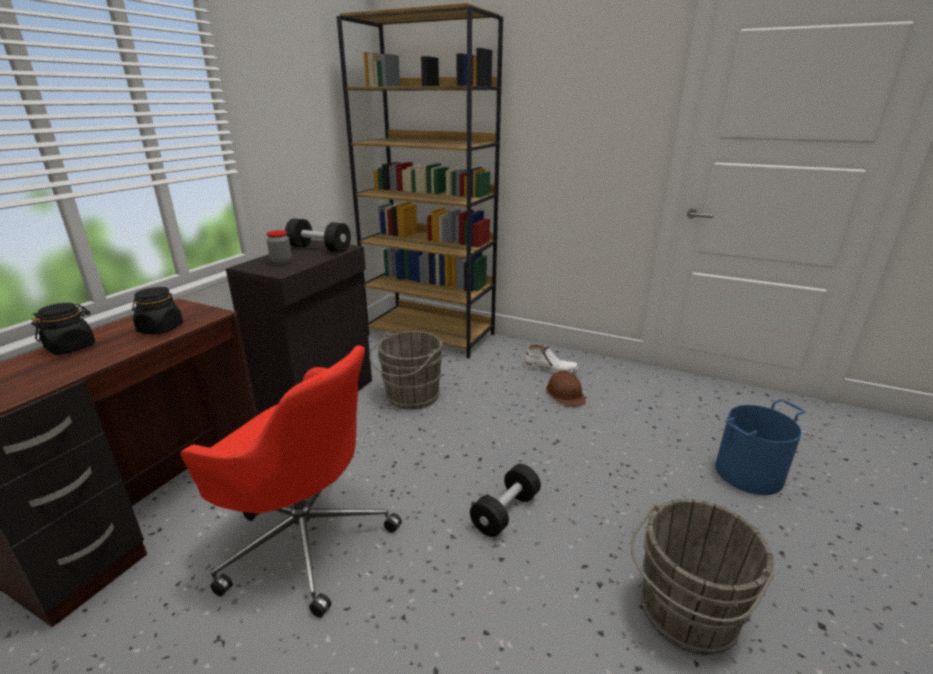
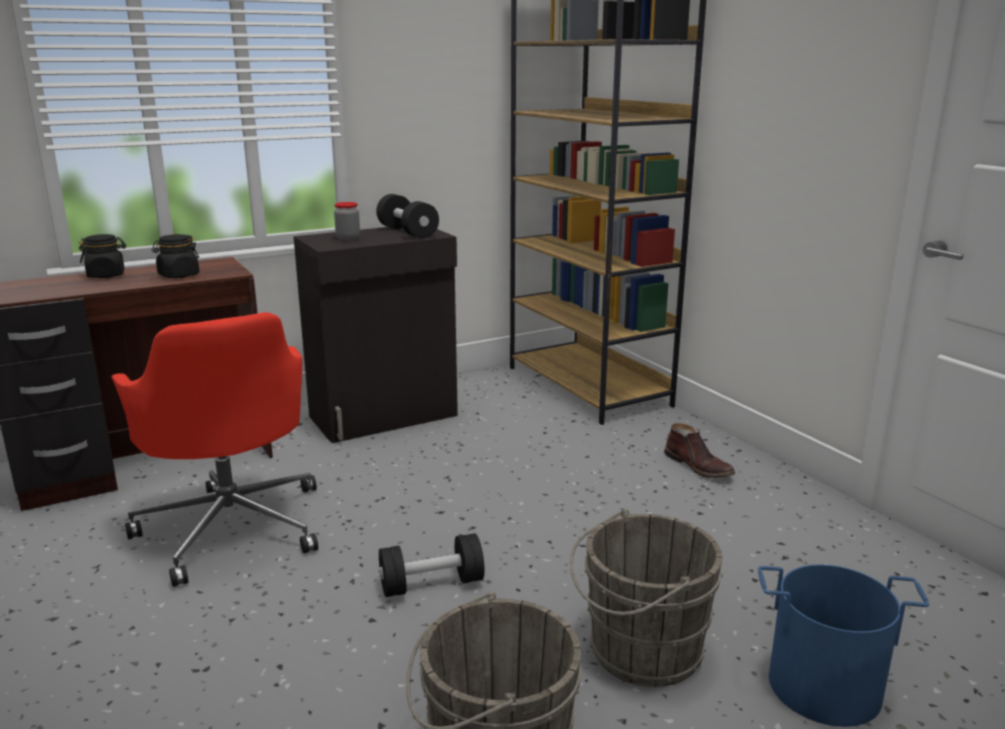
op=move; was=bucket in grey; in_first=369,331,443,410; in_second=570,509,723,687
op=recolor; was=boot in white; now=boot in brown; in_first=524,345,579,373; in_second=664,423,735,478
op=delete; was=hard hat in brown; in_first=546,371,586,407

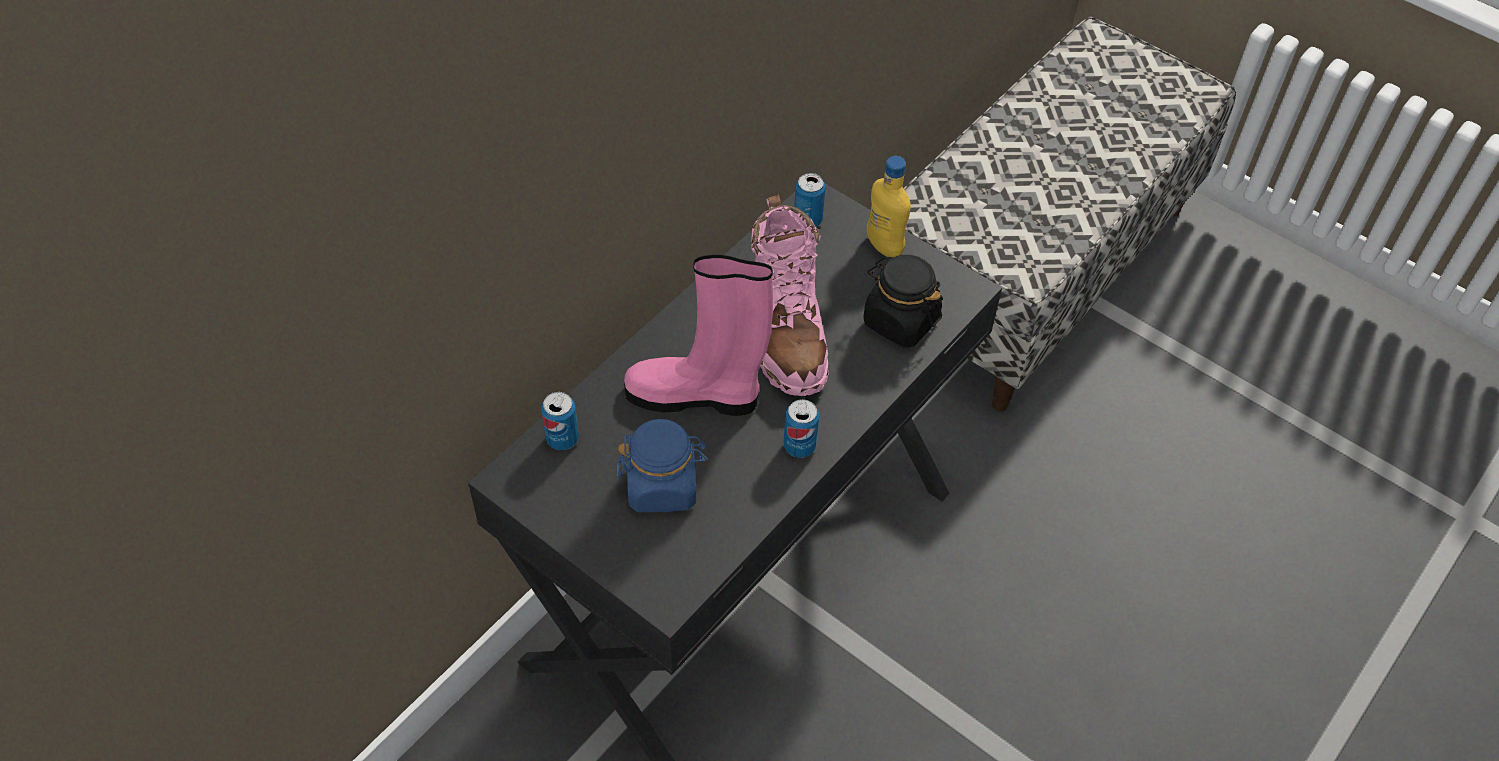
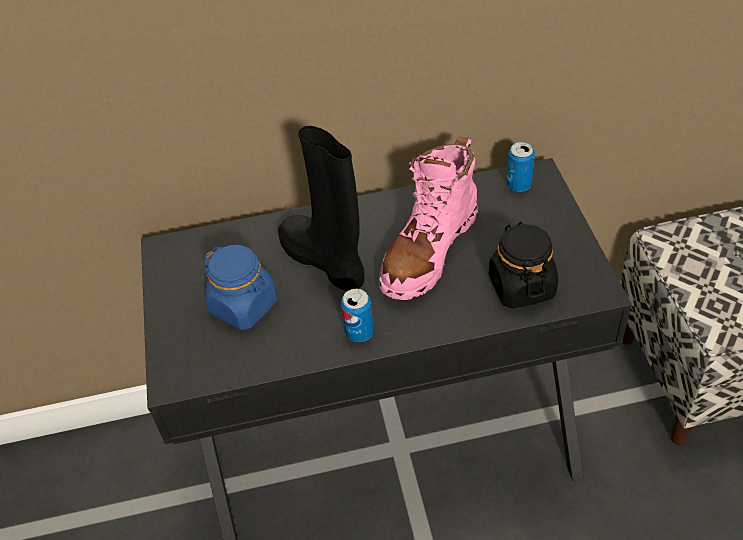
op=delete; was=bottle in yellow; in_first=867,156,911,257
op=recolor; was=boot in pink; now=boot in black; in_first=624,254,773,416; in_second=278,126,364,291
op=delete; was=can; in_first=541,392,579,450

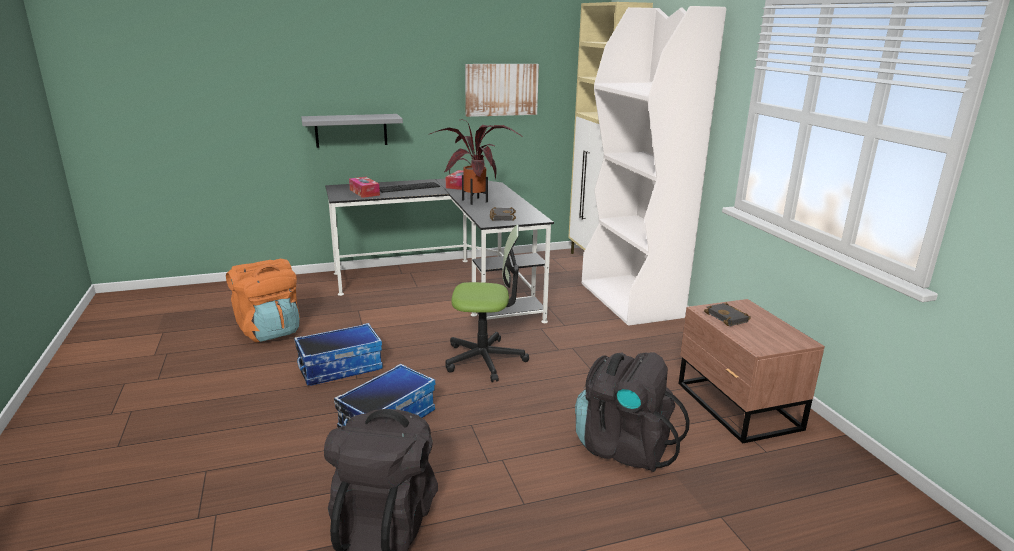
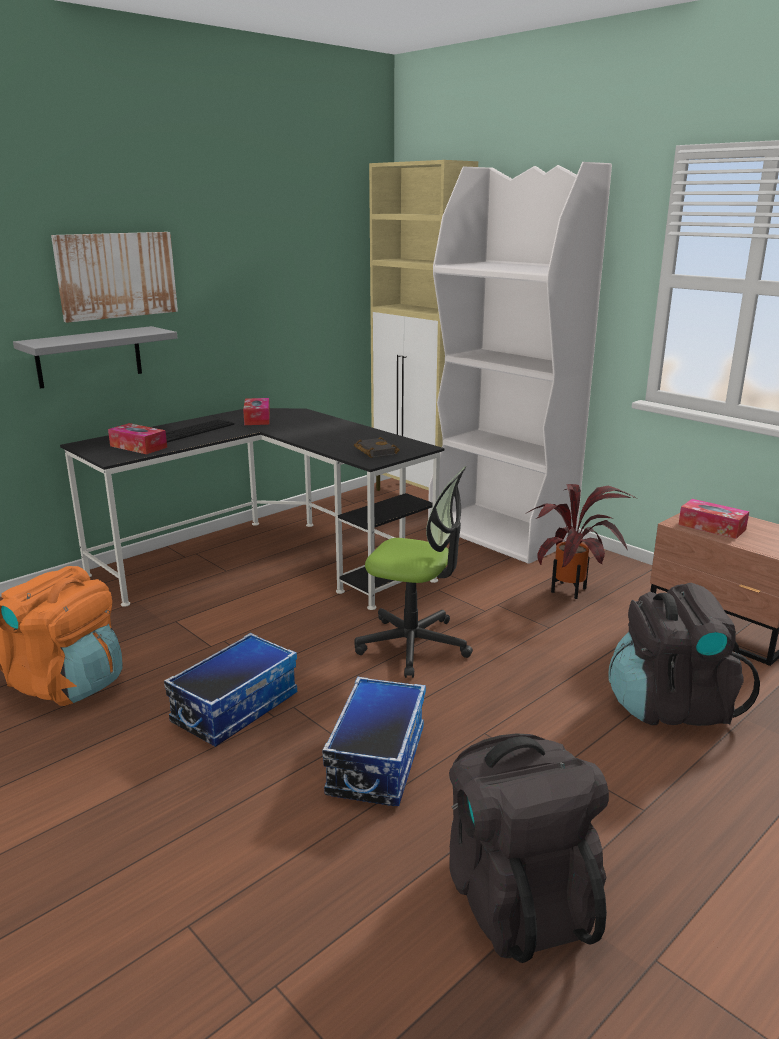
op=move; was=picture; in_first=465,64,539,117; in_second=51,232,178,323
op=move; was=potted plant; in_first=428,120,521,205; in_second=525,484,636,599
op=rotate; was=office chair; in_first=445,225,529,382; in_second=354,466,473,678; clockwise=45
op=replace; was=book in black; now=tissue box; in_first=704,303,751,326; in_second=678,499,749,539

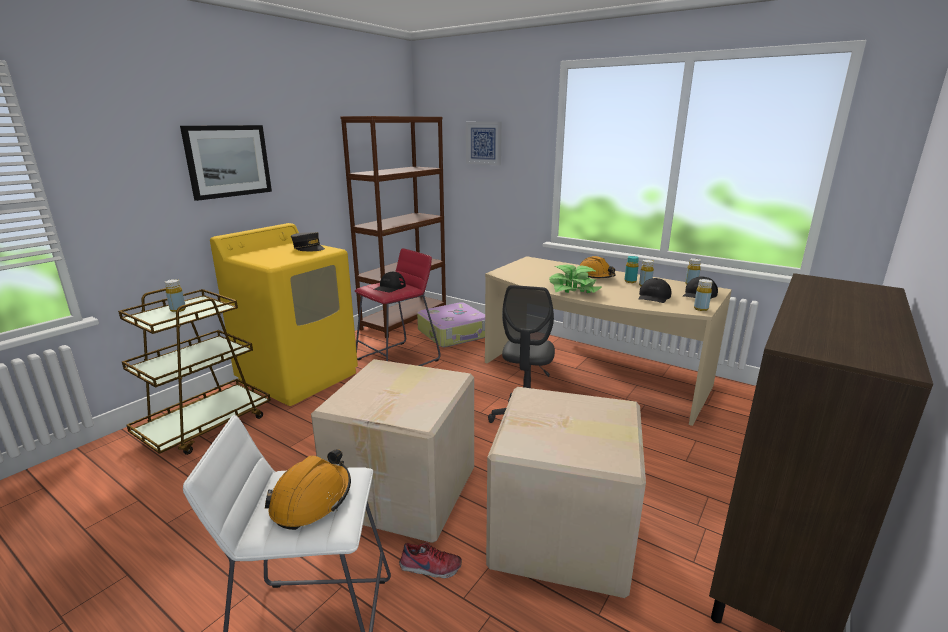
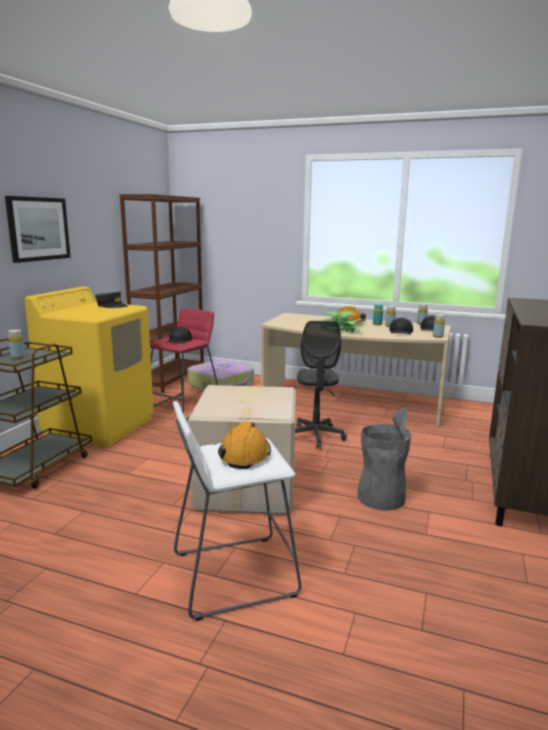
op=delete; was=picture; in_first=466,122,502,165
op=replace; was=cardboard box; now=trash can in grey; in_first=486,387,646,598; in_second=357,407,411,511
op=delete; was=shoe; in_first=399,542,462,578

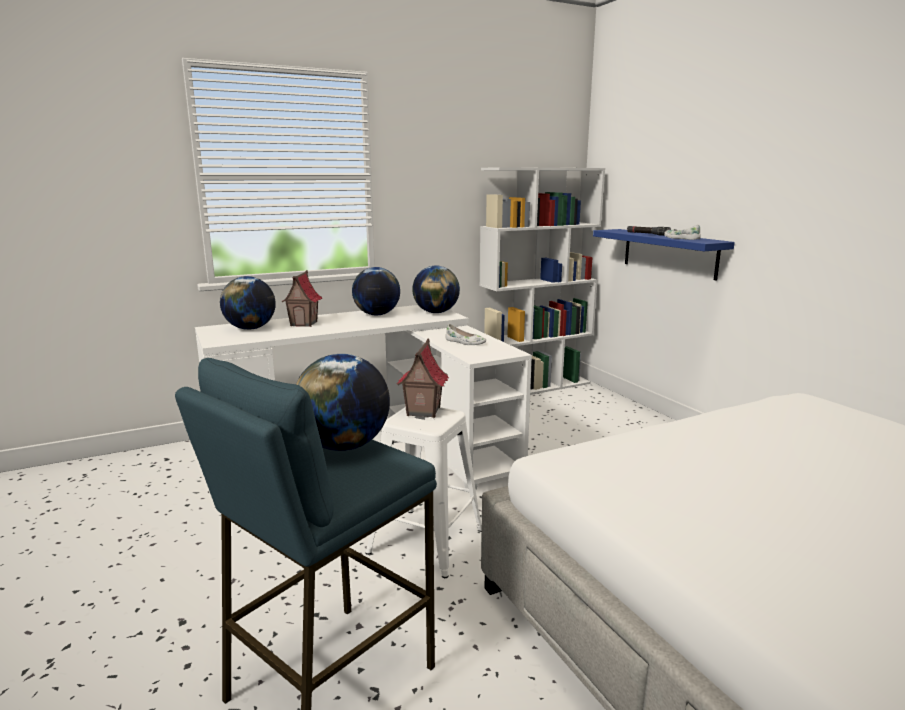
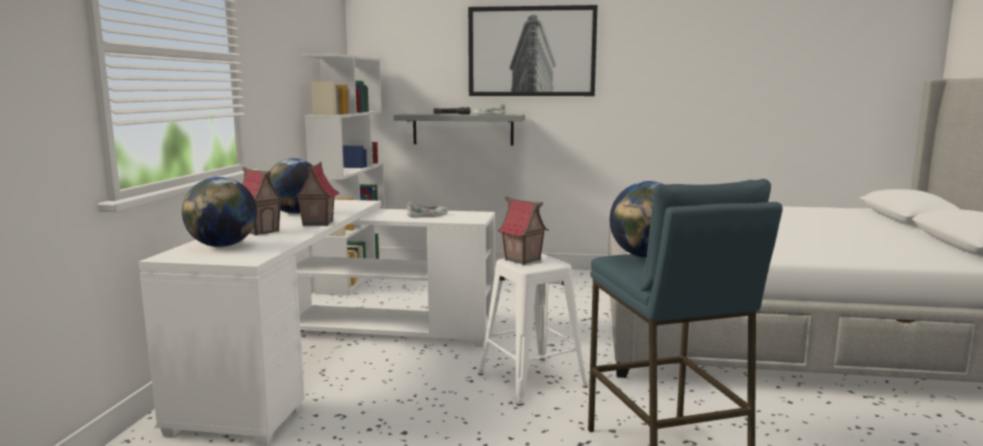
op=recolor; was=shelf in blue; now=shelf in grey; in_first=593,229,735,281; in_second=394,114,525,145
op=delete; was=globe; in_first=412,266,460,313
op=insert; now=picture; in_second=468,5,598,96
op=insert; now=toy house; in_second=294,162,339,226

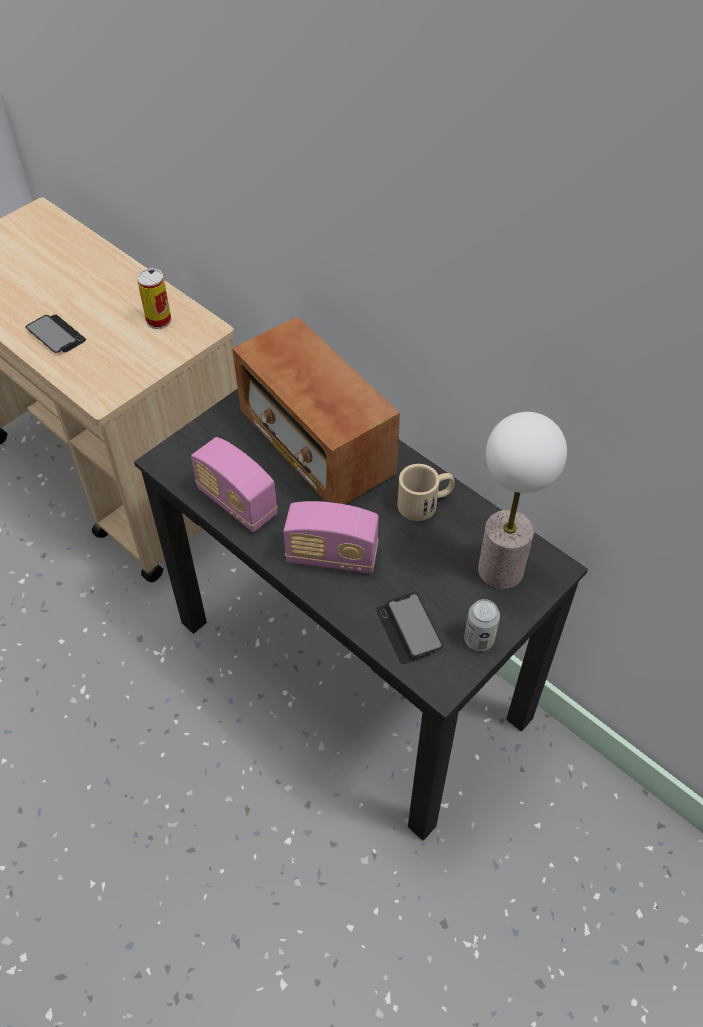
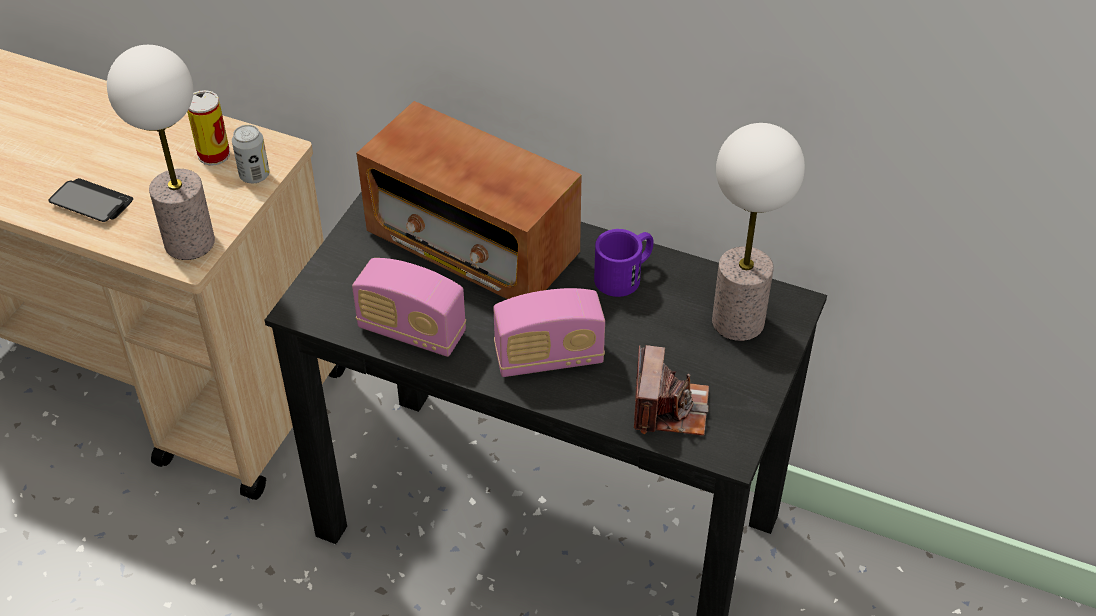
op=recolor; was=mug in beige; now=mug in purple; in_first=398,464,455,521; in_second=594,229,654,297
op=replace; was=phone; now=photo camera; in_first=376,593,443,664; in_second=634,345,709,436
op=move; was=can; in_first=464,599,500,651; in_second=232,125,269,183
op=insert; now=table lamp; in_second=107,45,215,260

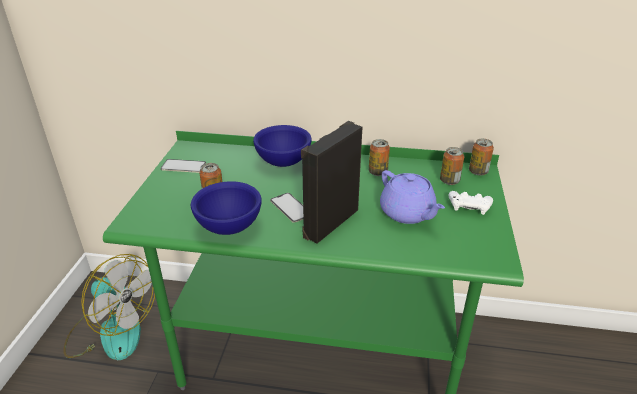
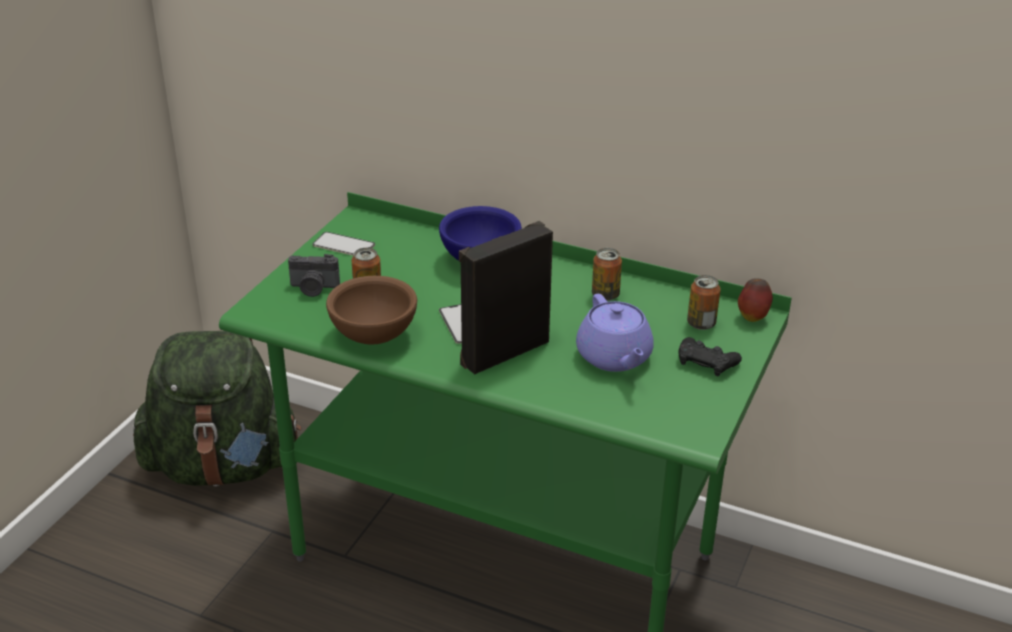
op=replace; was=can; now=apple; in_first=469,139,494,176; in_second=738,278,773,322
op=recolor; was=bowl in blue; now=bowl in brown; in_first=191,181,262,235; in_second=326,276,417,344
op=recolor; was=game controller in white; now=game controller in black; in_first=449,191,493,215; in_second=678,337,742,377
op=replace; was=fan; now=backpack in green; in_first=63,254,155,360; in_second=133,331,301,487
op=insert; now=photo camera; in_second=288,254,340,297

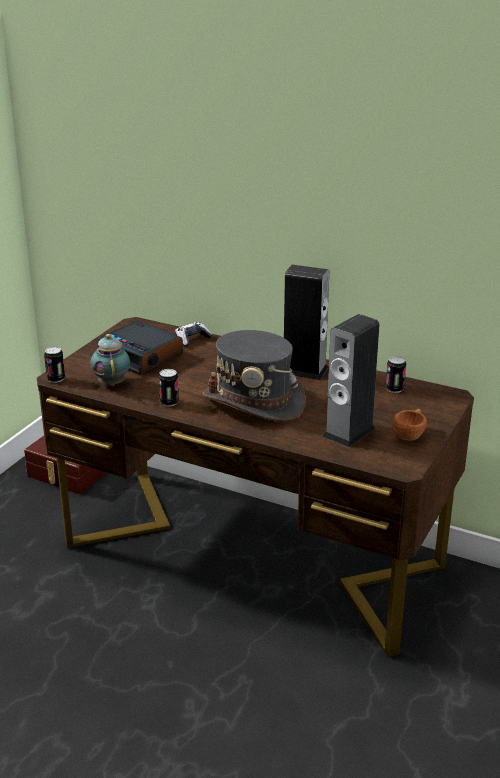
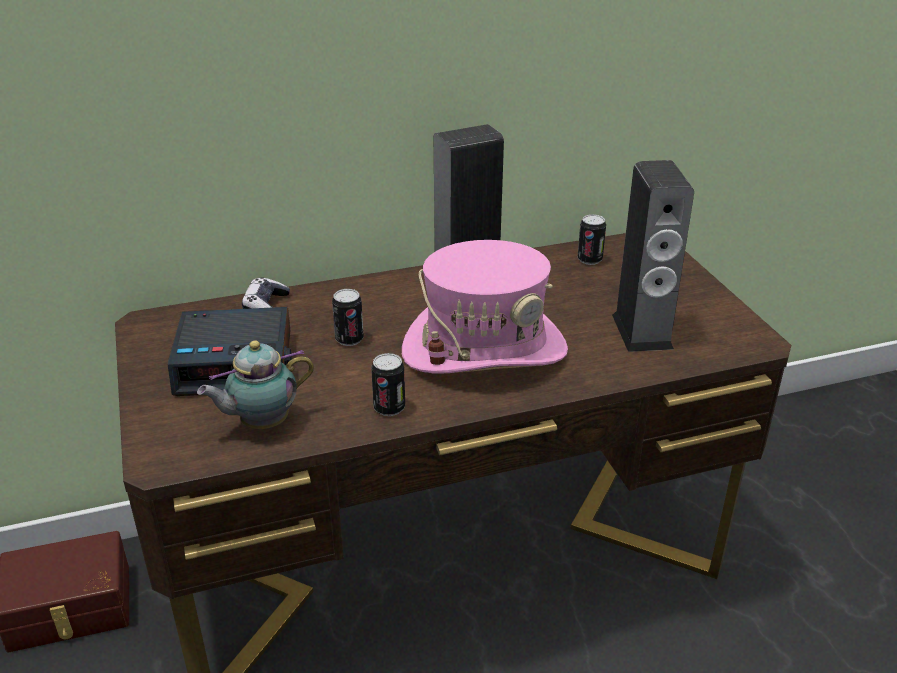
op=recolor; was=hat in grey; now=hat in pink; in_first=203,330,306,422; in_second=402,240,568,374
op=rotate; was=teapot; in_first=90,334,130,386; in_second=197,341,314,429; clockwise=-60
op=move; was=can; in_first=44,346,65,383; in_second=332,289,364,346
op=delete; was=cup in brown; in_first=392,409,427,441

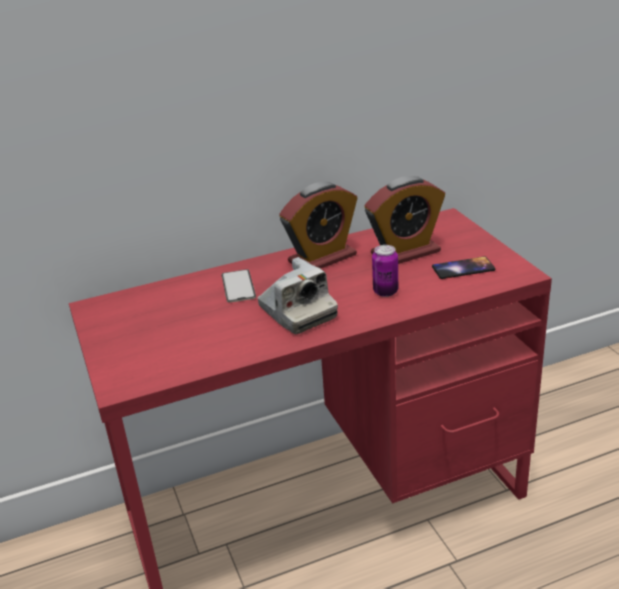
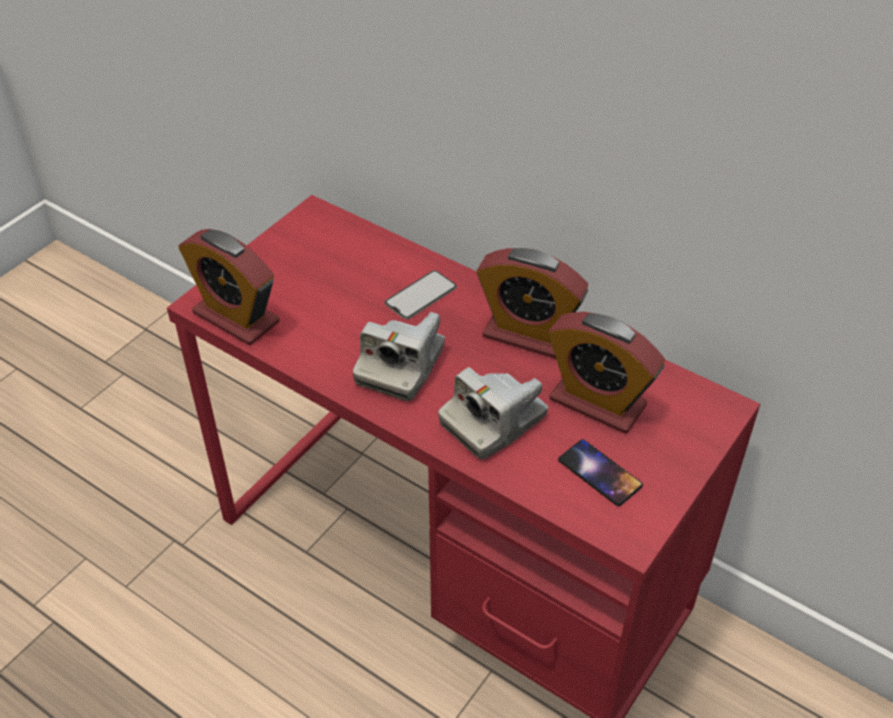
op=replace; was=can; now=photo camera; in_first=372,245,398,297; in_second=438,367,548,459
op=insert; now=alarm clock; in_second=178,229,280,345

